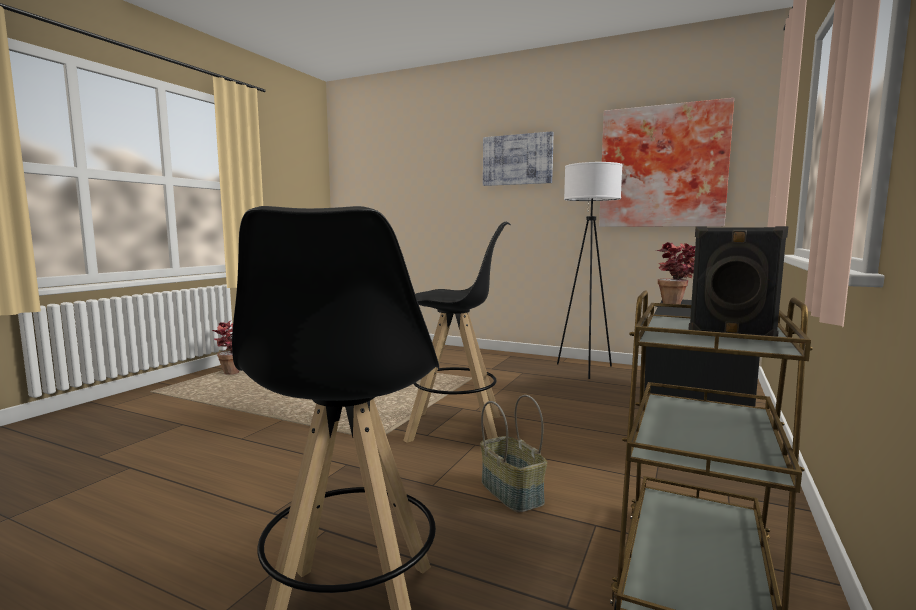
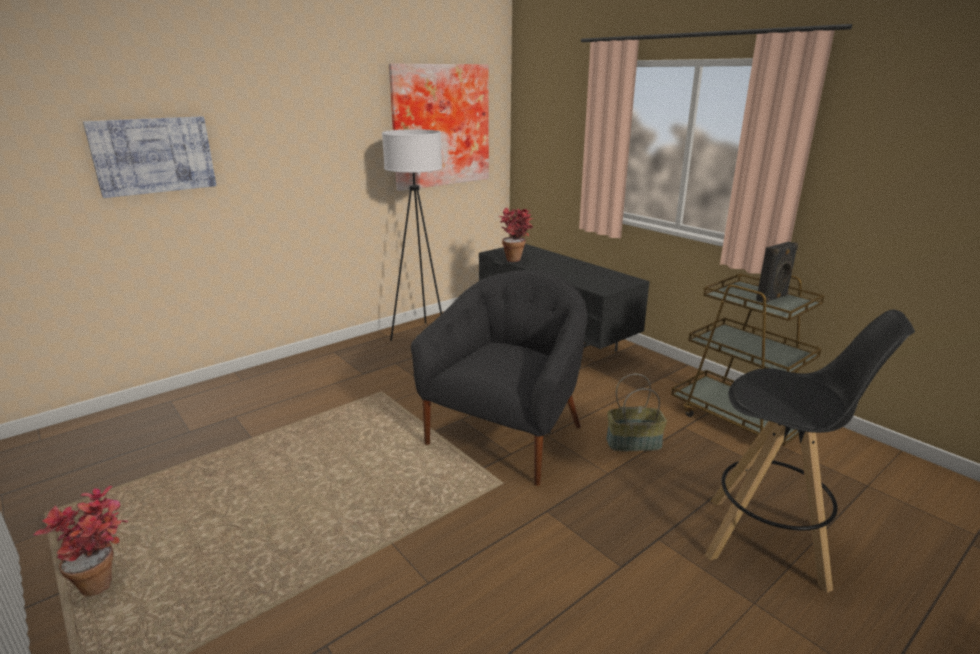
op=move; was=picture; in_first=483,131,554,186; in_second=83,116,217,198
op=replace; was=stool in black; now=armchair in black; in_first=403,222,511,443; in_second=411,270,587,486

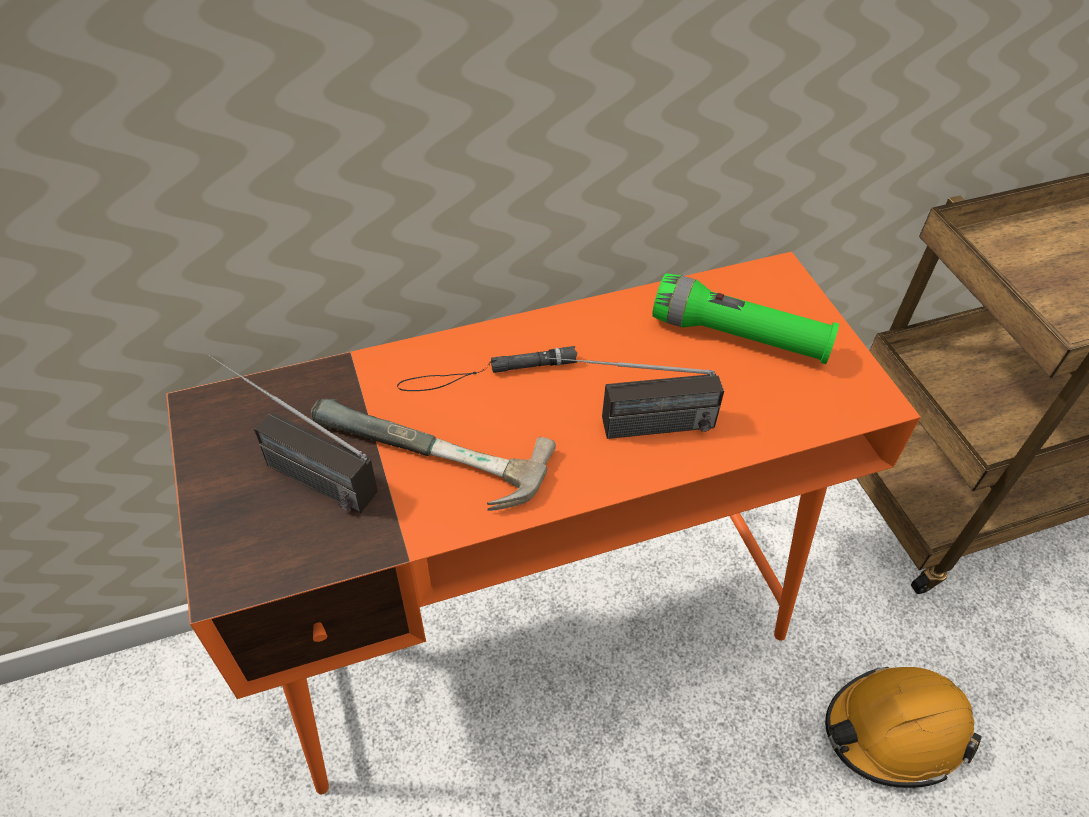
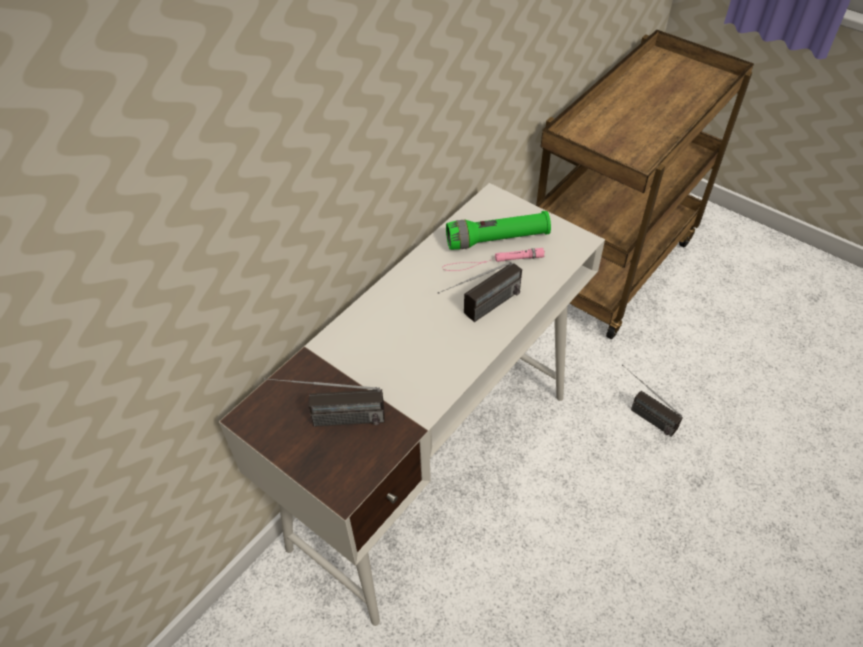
op=recolor; was=desk in orange; now=desk in white; in_first=166,252,921,794; in_second=219,183,605,626
op=delete; was=flashlight in black; in_first=397,346,577,391
op=delete; was=hammer; in_first=311,398,556,511
op=replace; was=hard hat in orange; now=radio; in_first=825,667,982,788; in_second=622,365,683,437
op=insert; now=flashlight in pink; in_second=442,248,545,271

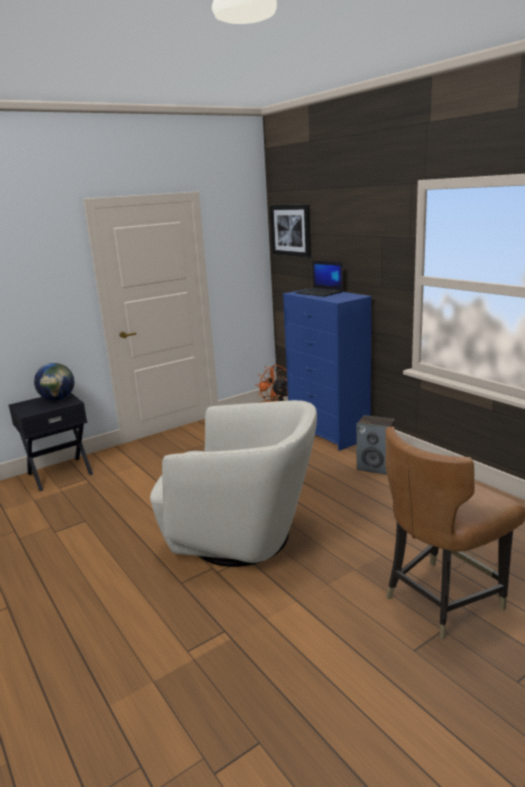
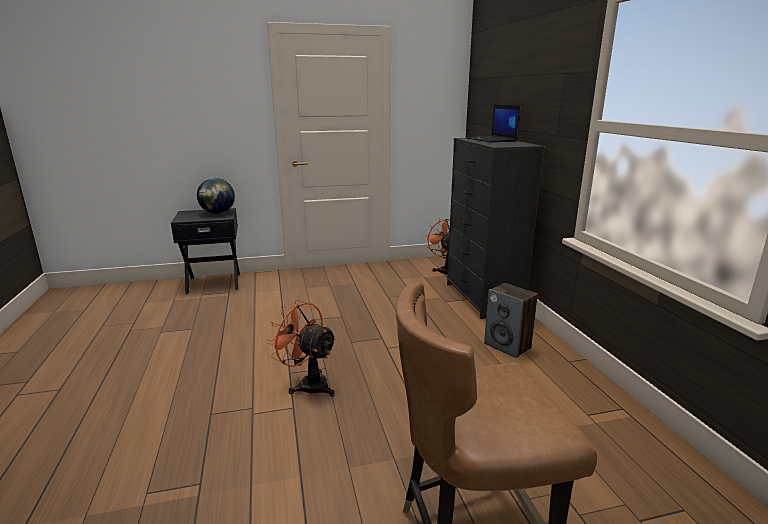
op=delete; was=picture; in_first=270,204,311,258
op=recolor; was=dresser in blue; now=dresser in black; in_first=283,289,372,451; in_second=447,138,544,319
op=replace; was=armchair in beige; now=fan in orange; in_first=150,400,317,567; in_second=266,300,337,397

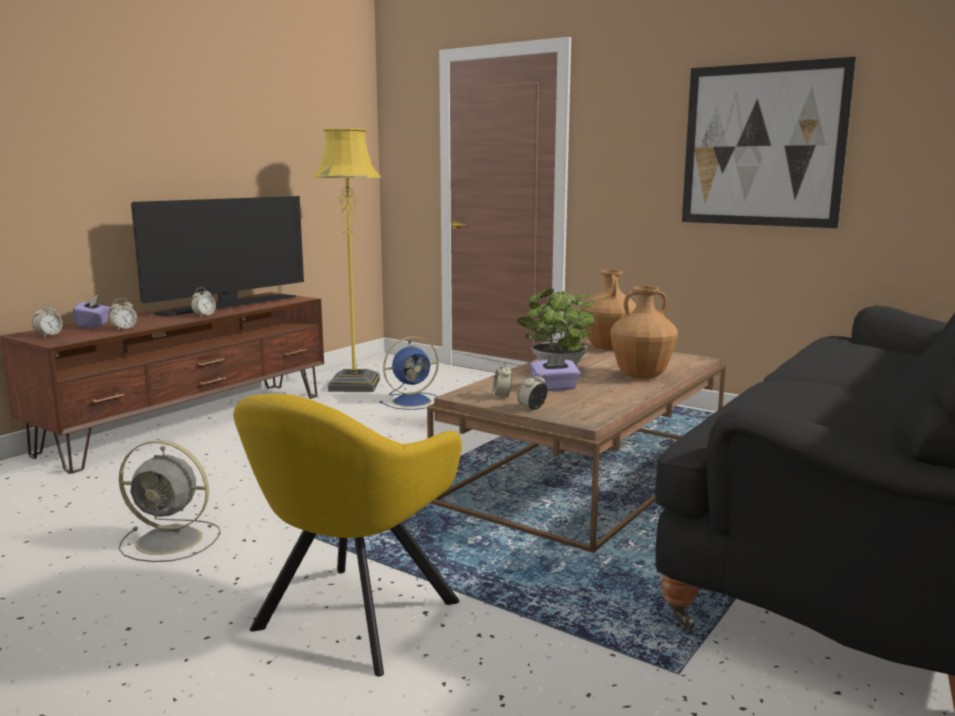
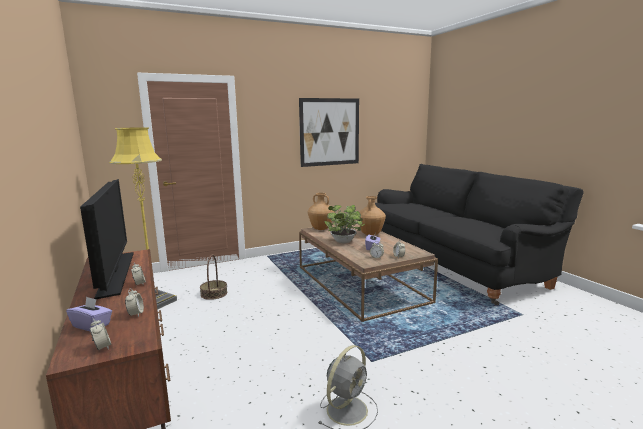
op=replace; was=fan in blue; now=basket; in_first=379,337,439,410; in_second=200,254,227,300
op=delete; was=armchair in yellow; in_first=233,394,462,677

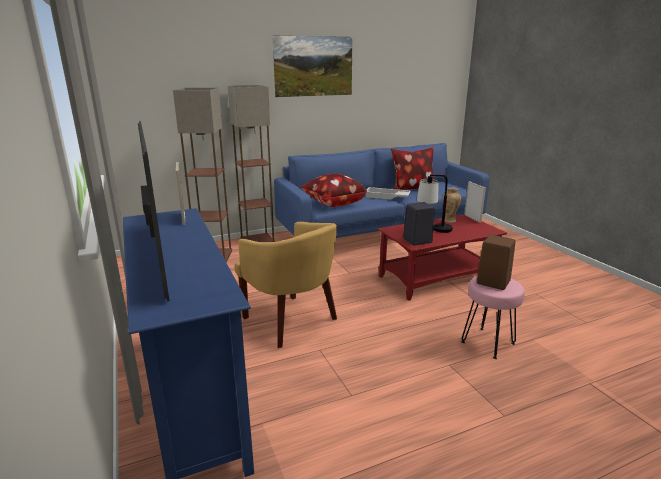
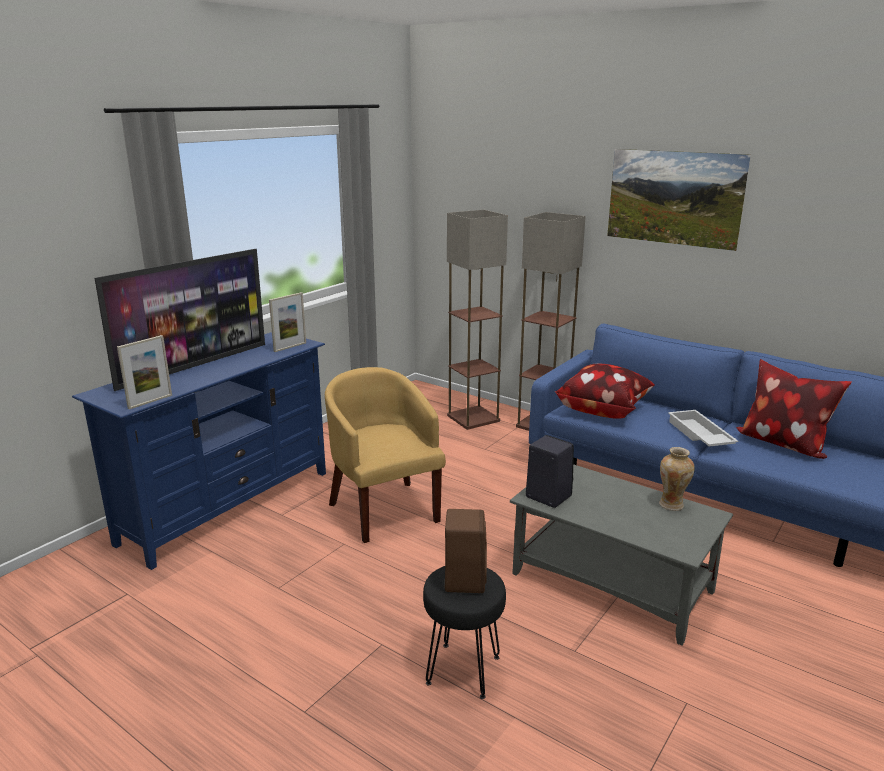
op=delete; was=table lamp; in_first=417,174,453,233
op=move; was=picture frame; in_first=464,181,486,223; in_second=117,335,172,410
op=recolor; was=coffee table in red; now=coffee table in grey; in_first=378,214,507,301; in_second=510,464,733,646
op=rotate; was=armchair in yellow; in_first=234,222,337,348; in_second=325,367,446,543; clockwise=135
op=recolor; was=stool in pink; now=stool in black; in_first=461,276,525,359; in_second=423,566,506,699

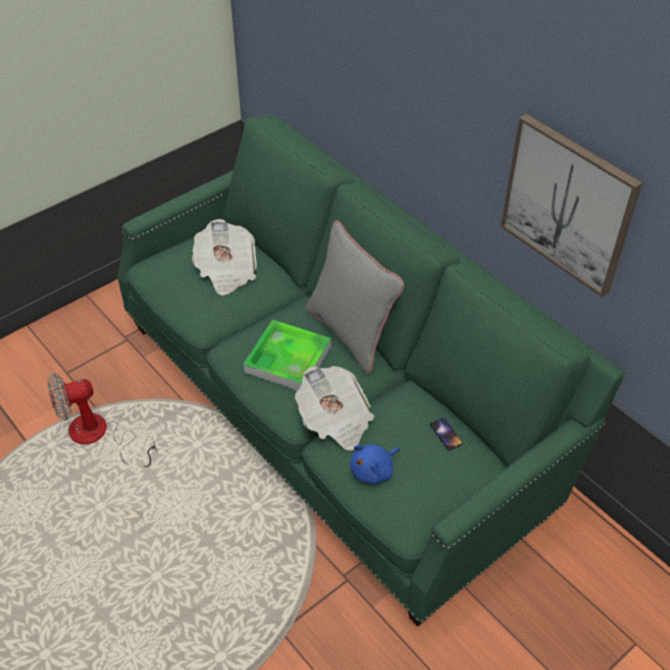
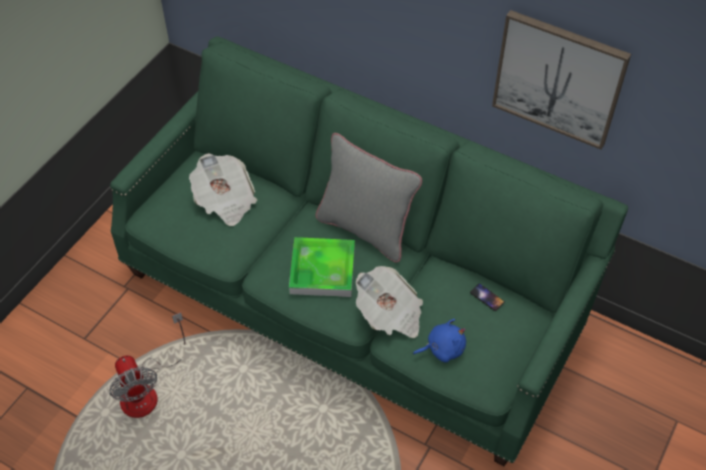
op=rotate; was=fan; in_first=47,373,157,467; in_second=109,312,185,418; clockwise=-75
op=rotate; was=plush toy in blue; in_first=350,445,400,484; in_second=413,319,466,362; clockwise=-135

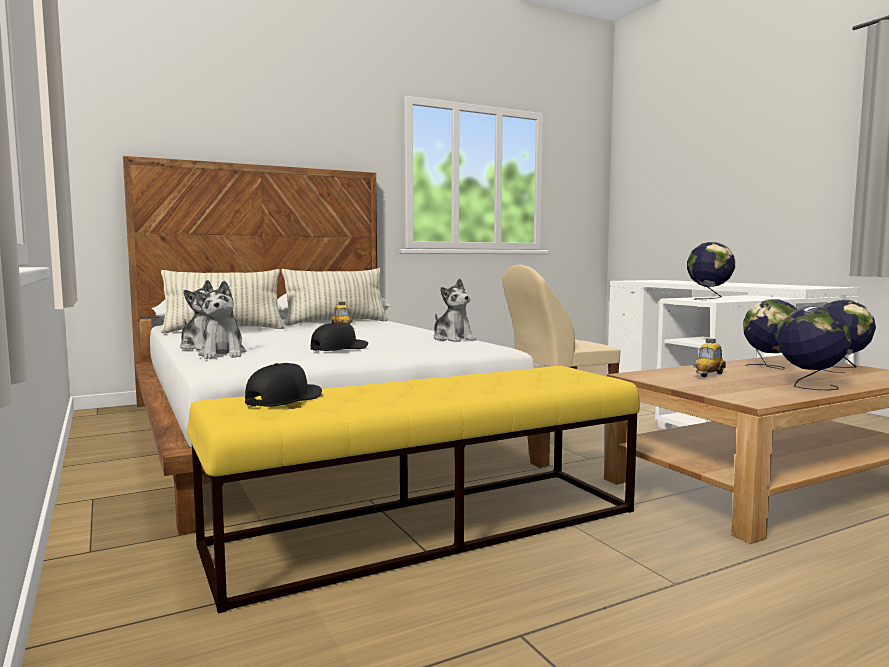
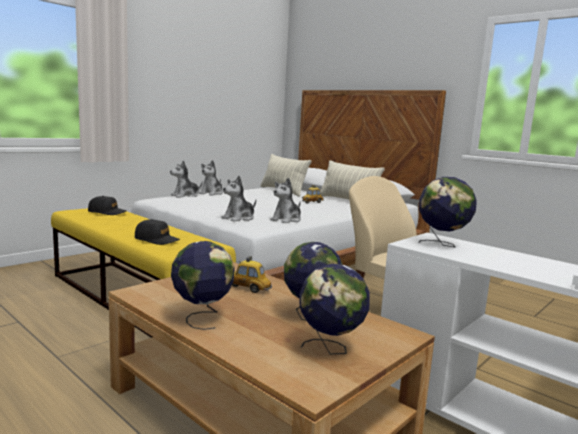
op=move; was=cap in black; in_first=311,322,368,351; in_second=135,219,180,245
op=insert; now=plush toy; in_second=221,176,256,222

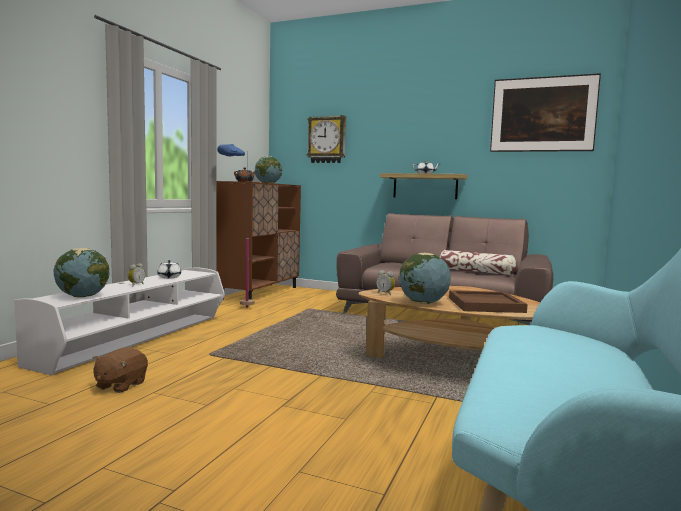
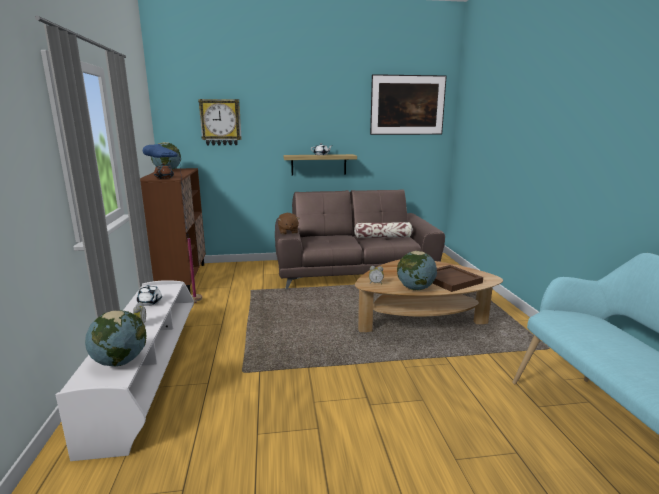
op=move; was=plush toy in brown; in_first=93,347,148,393; in_second=278,213,300,234

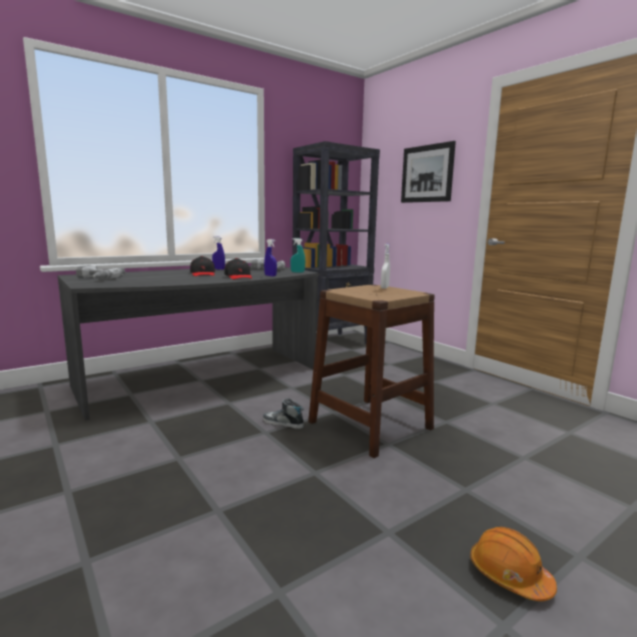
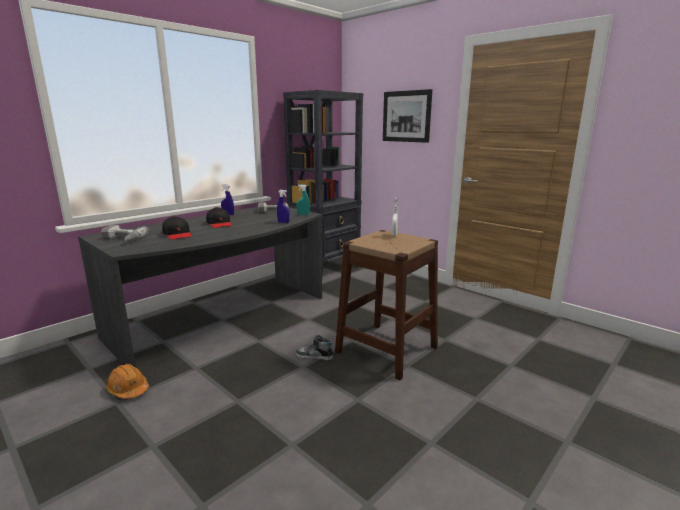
op=move; was=cap in black; in_first=225,258,252,279; in_second=162,216,192,240
op=move; was=hard hat in orange; in_first=470,527,557,601; in_second=106,364,149,399

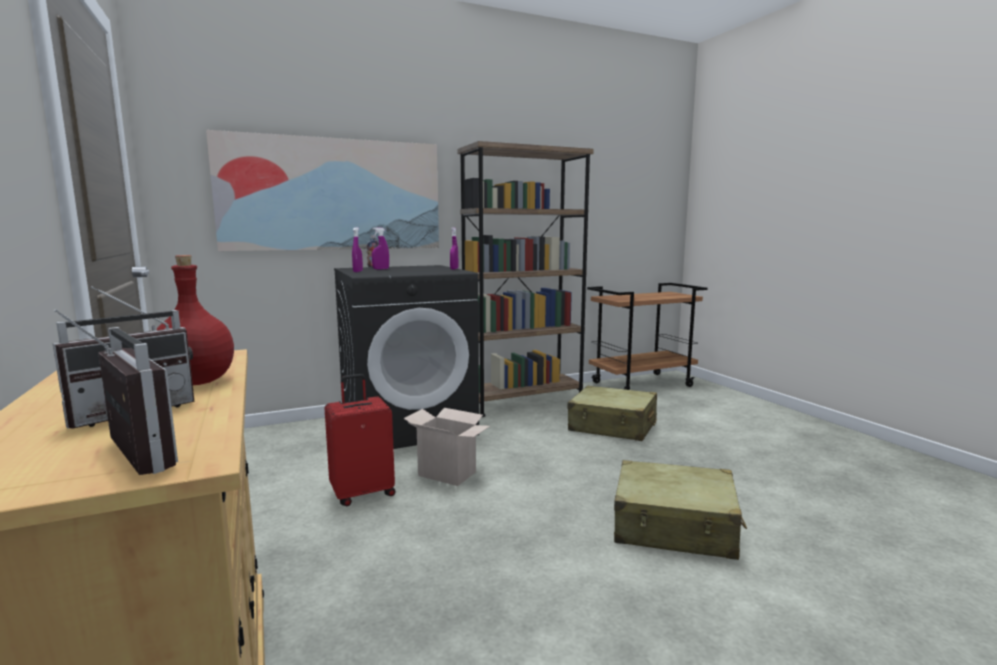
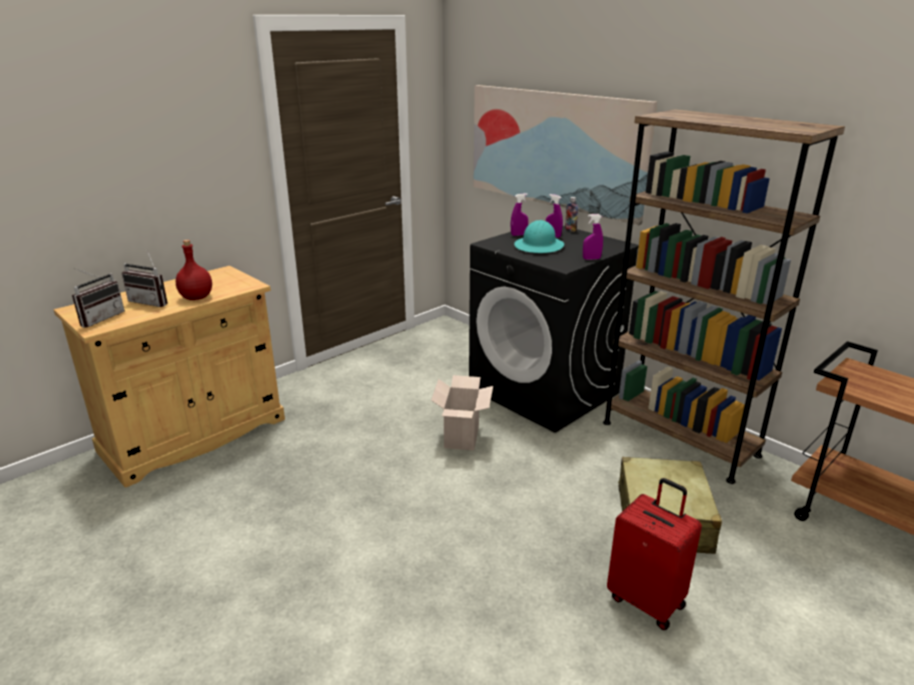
op=move; was=suitcase in red; in_first=324,374,396,506; in_second=607,478,702,630
op=delete; was=suitcase in beige; in_first=614,460,747,560
op=insert; now=hard hat in turquoise; in_second=514,220,564,253

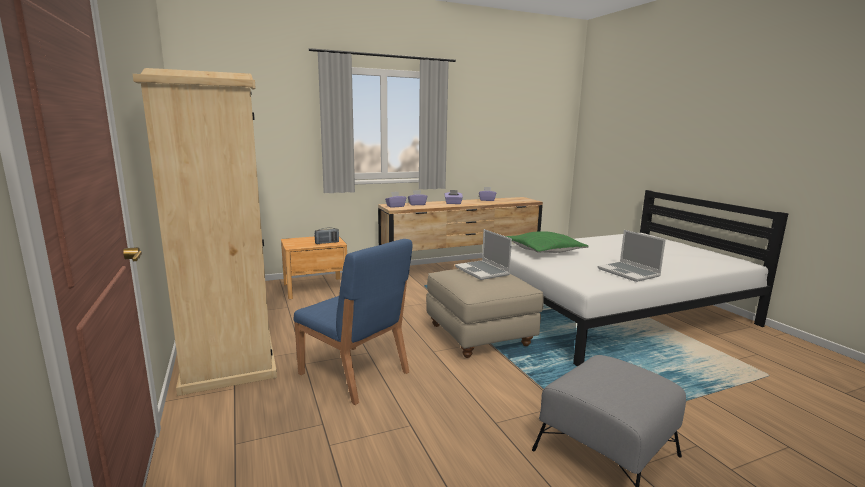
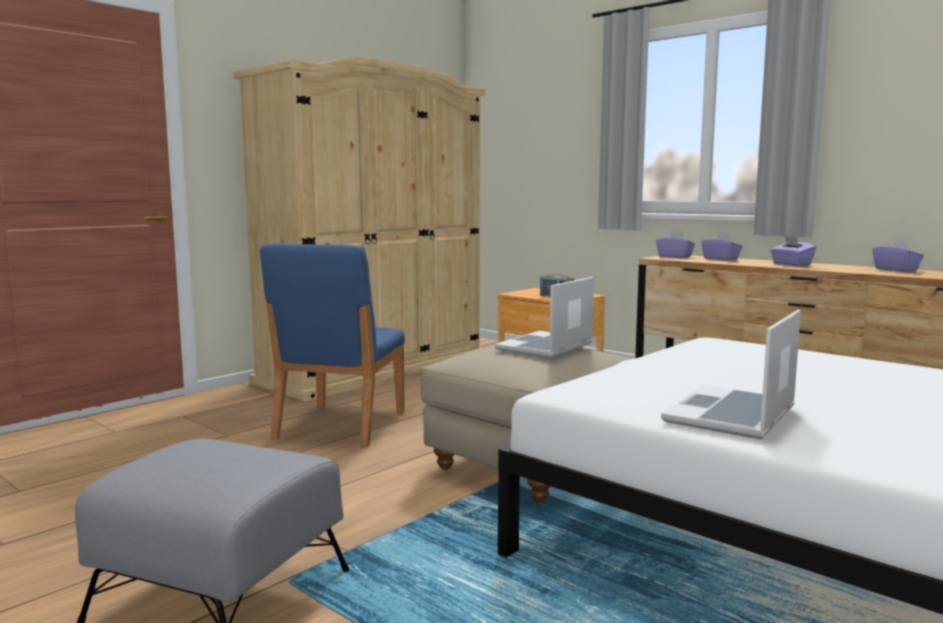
op=delete; was=pillow in green; in_first=506,231,589,253

